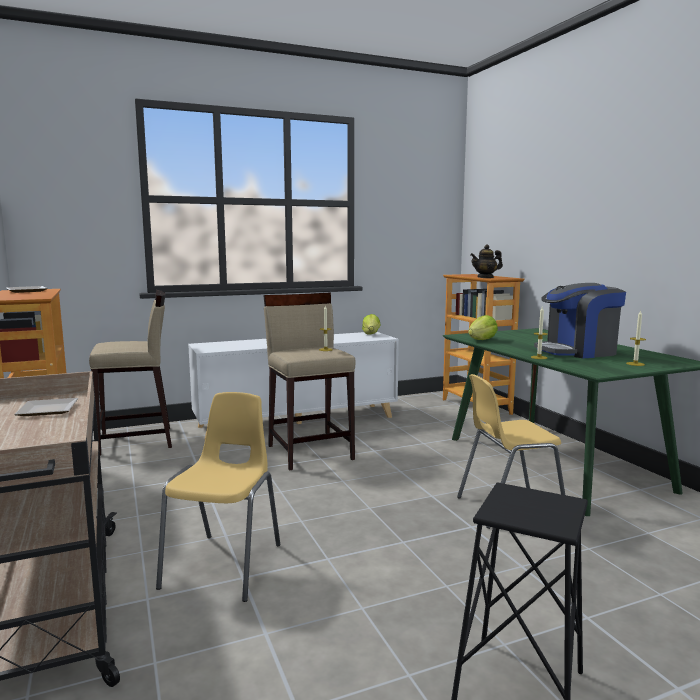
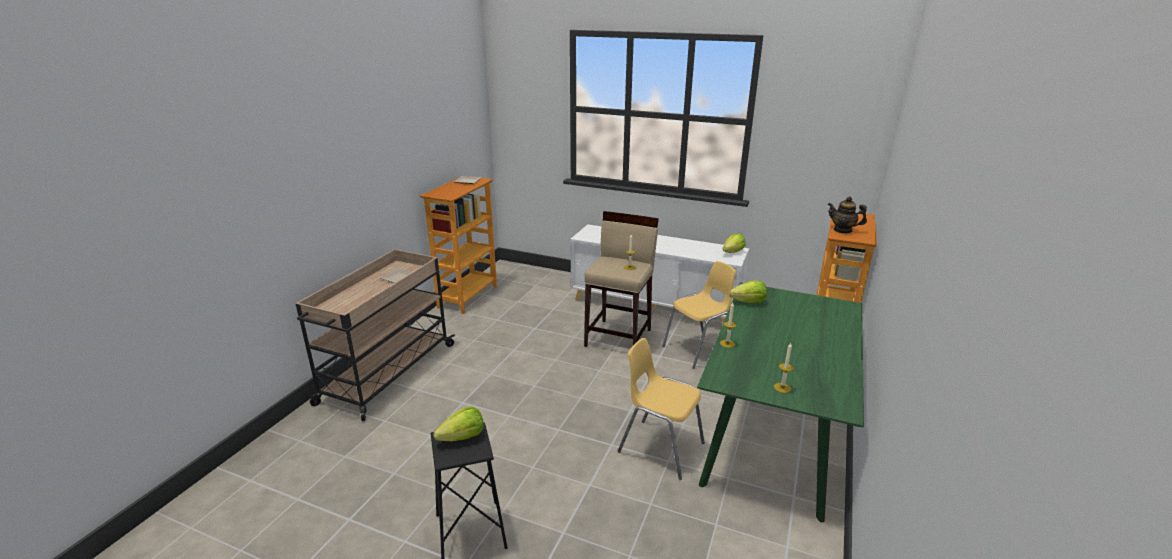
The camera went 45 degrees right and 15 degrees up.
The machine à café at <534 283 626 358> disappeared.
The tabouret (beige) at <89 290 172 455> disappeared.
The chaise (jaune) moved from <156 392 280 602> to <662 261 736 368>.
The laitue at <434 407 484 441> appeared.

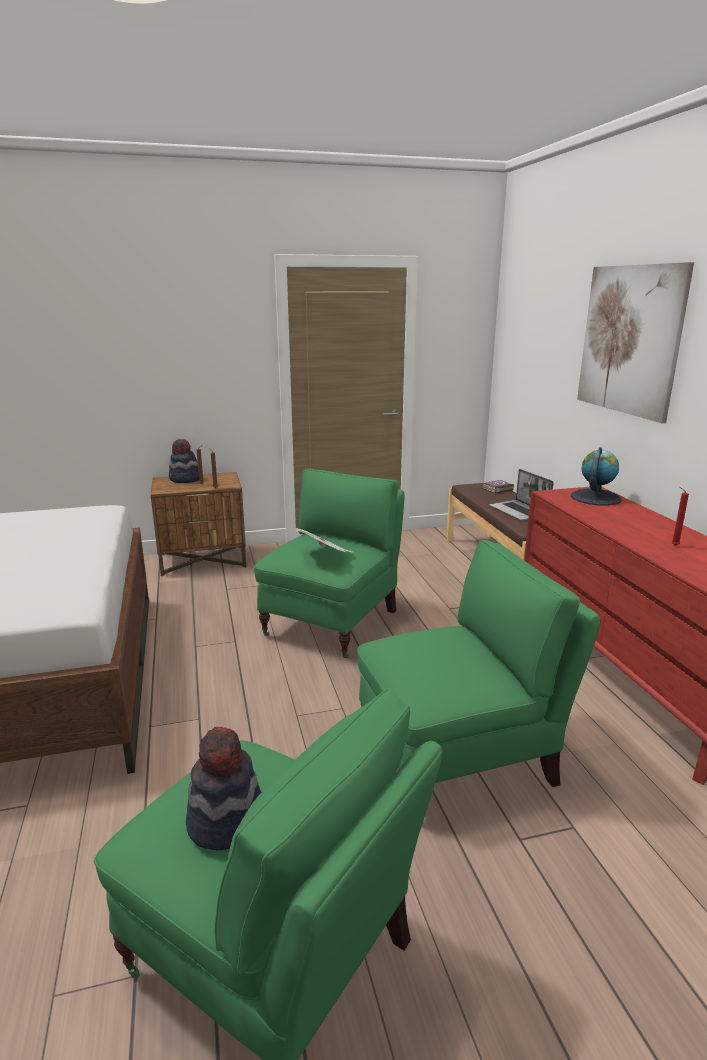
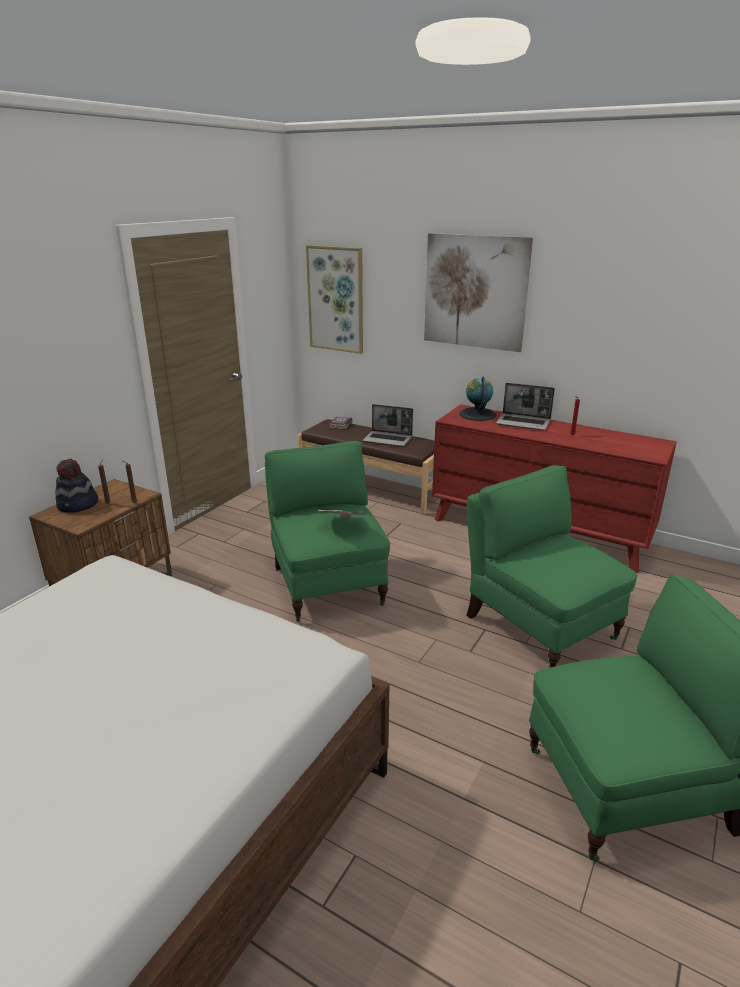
The camera went 45 degrees left and 5 degrees up.
The fauteuil (vert) at <357 540 600 787> turned 60 degrees counterclockwise.
The chapeau at <186 727 261 850> disappeared.
The tableau at <306 245 363 354> appeared.
The ordinateur portable at <496 383 555 430> appeared.

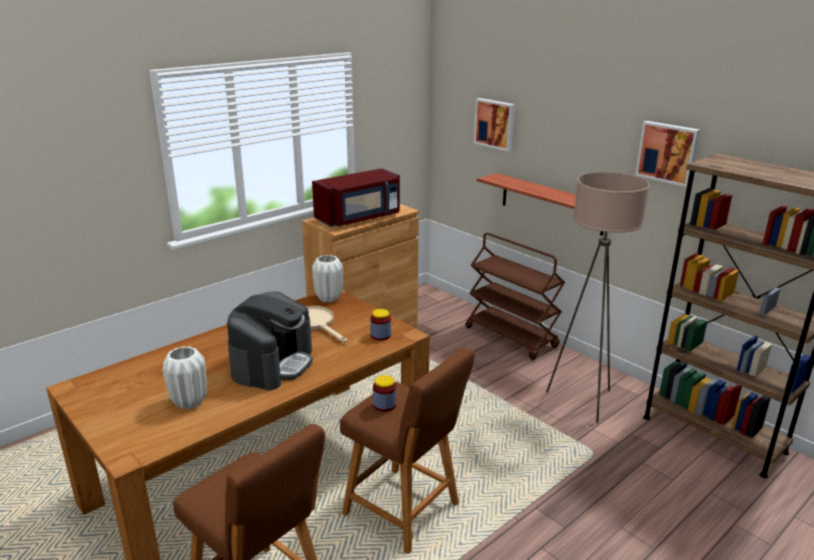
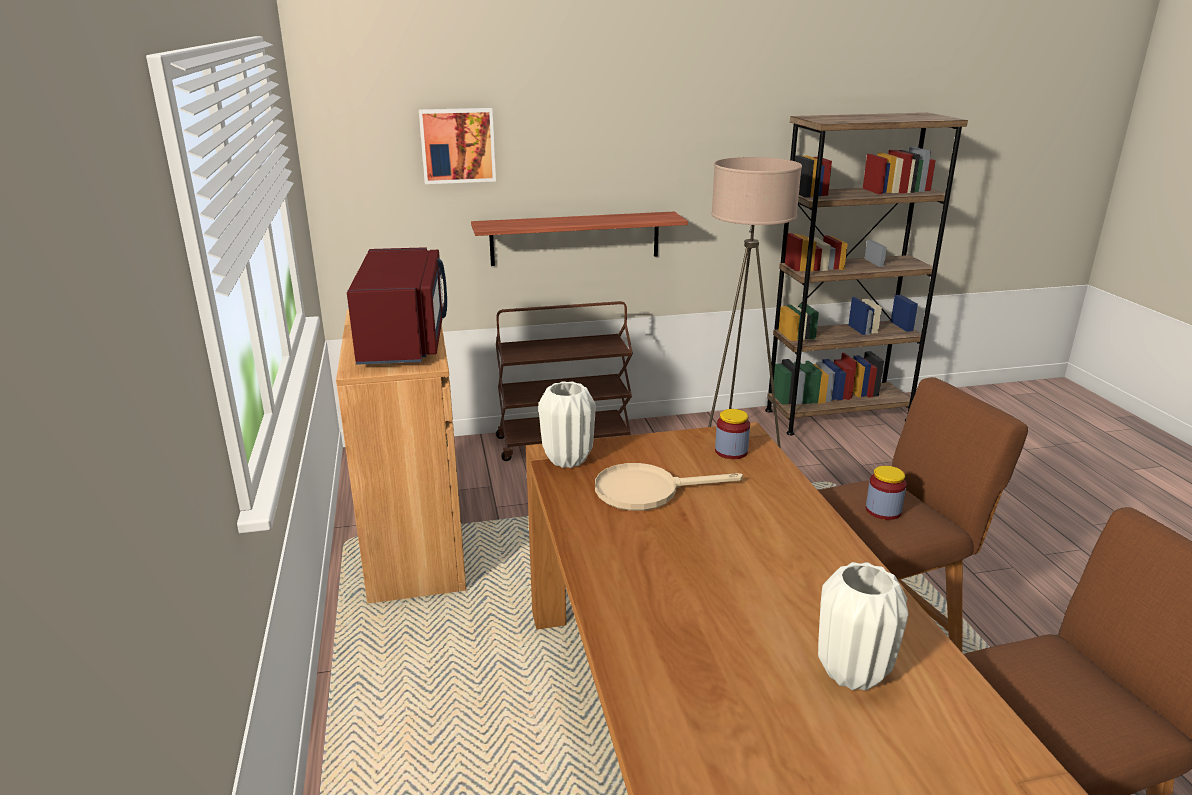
The camera went 60 degrees left and 0 degrees up.
The tableau at <635 121 700 187> disappeared.
The machine à café at <227 292 313 390> disappeared.

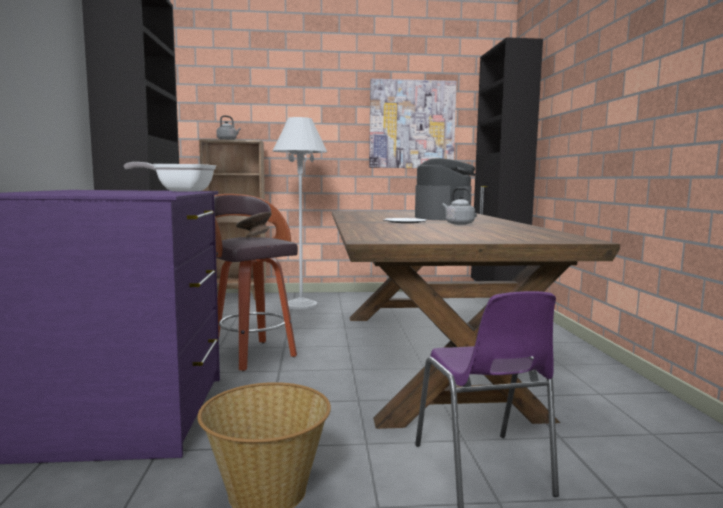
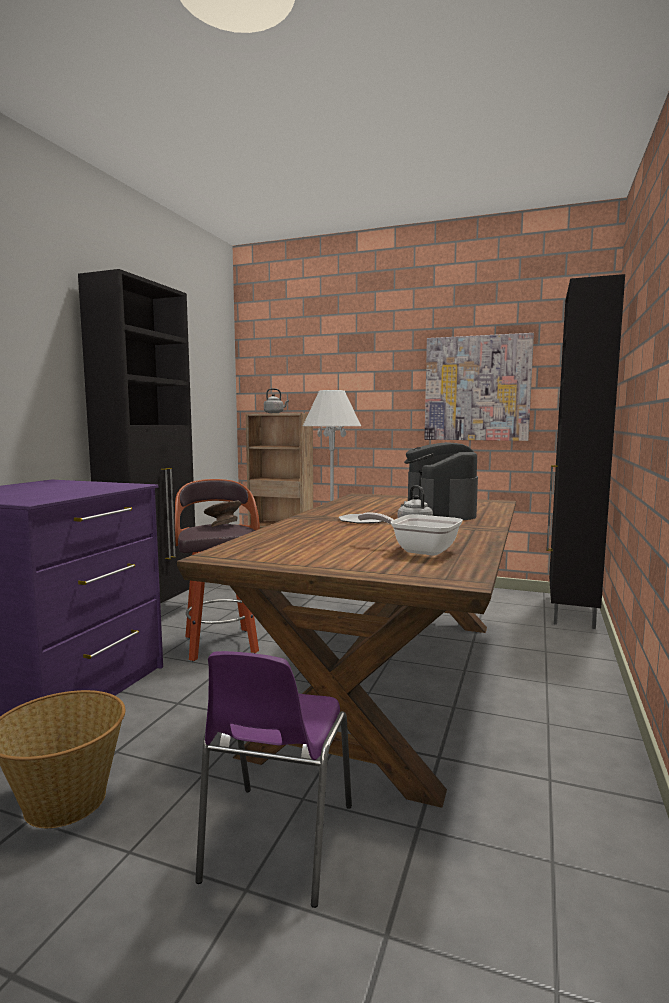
The camera went 25 degrees right and 0 degrees up.
The machine à café at <415 158 477 220> turned 150 degrees clockwise.
The poêle moved from <124 162 216 192> to <358 512 463 556>.

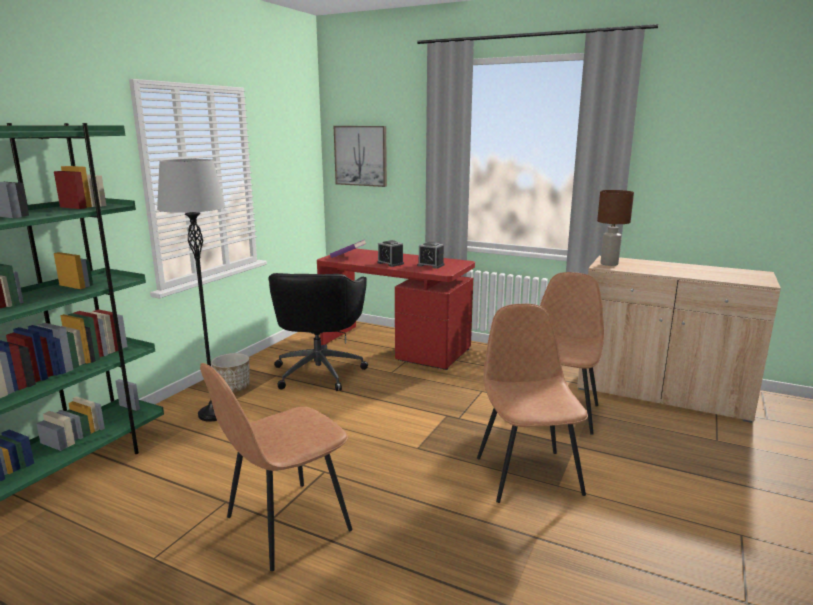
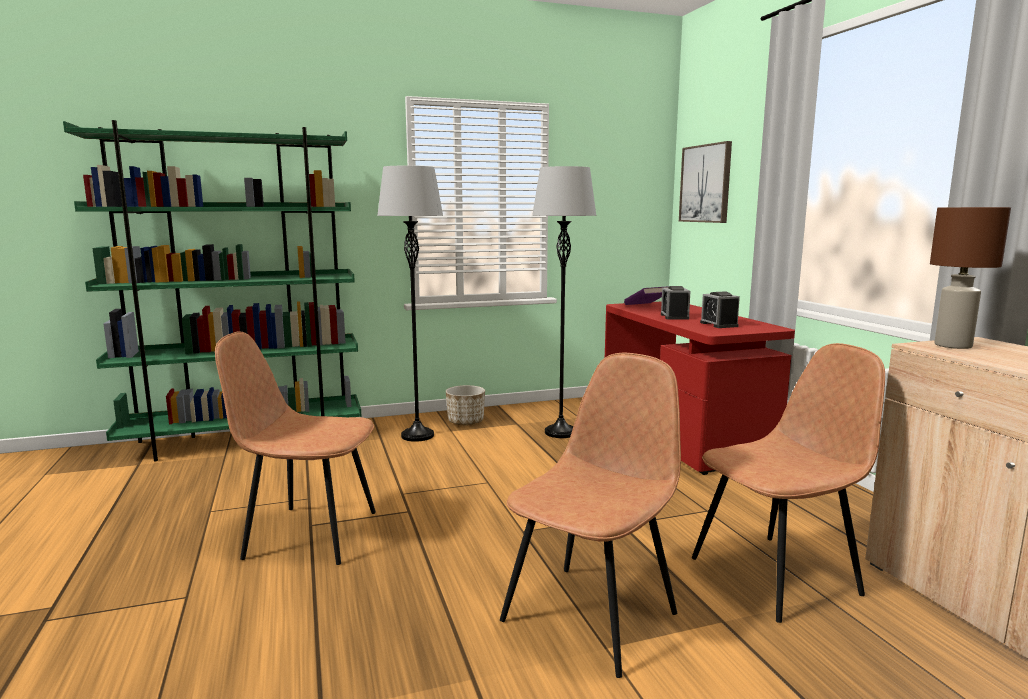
The camera went 45 degrees right and 5 degrees down.
The chaise de bureau (noir) at <268 273 368 391> was replaced by the lampadaire (gris) at <532 166 596 438>.

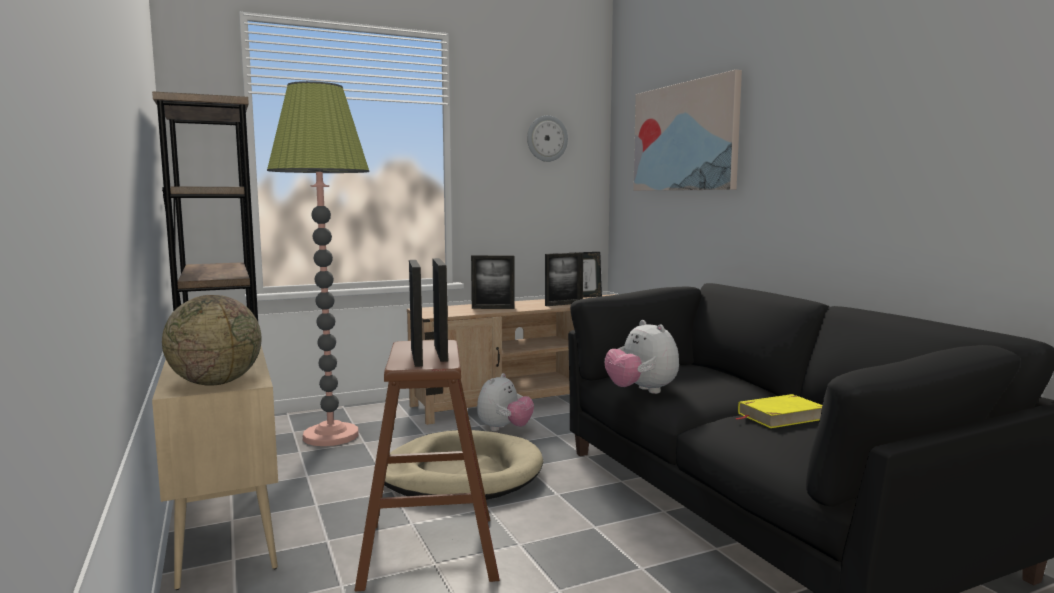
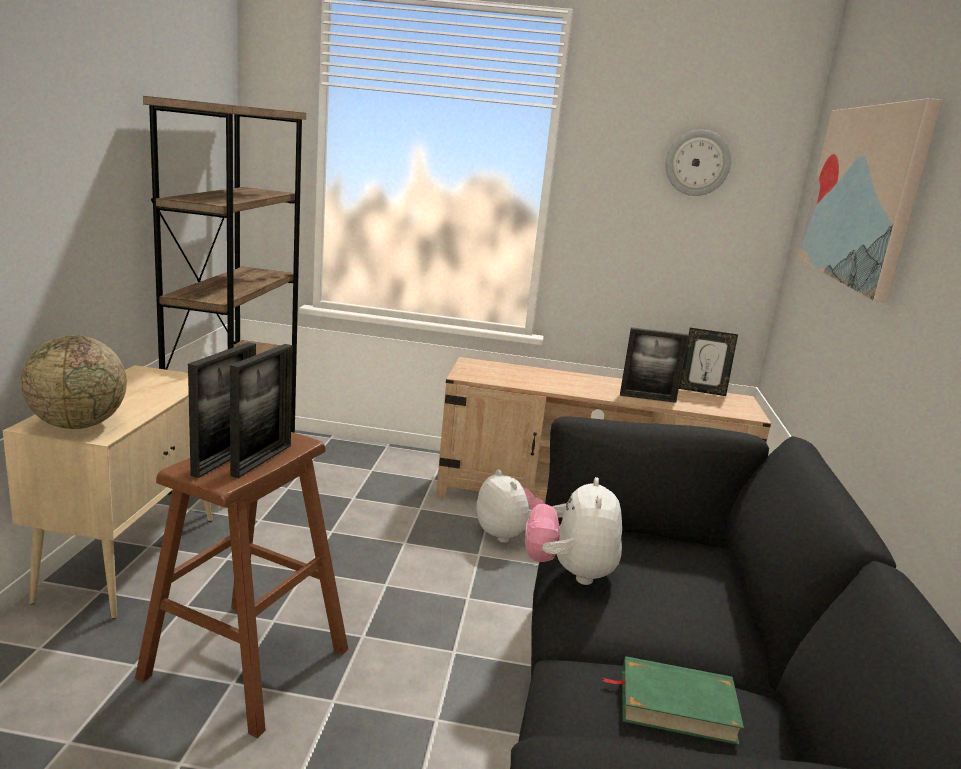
The camera went 30 degrees right and 10 degrees up.
The lampadaire at <267 81 370 446> disappeared.
The cadre photo at <471 255 515 309> disappeared.
The peluche at <477 373 534 431> turned 90 degrees counterclockwise.
The livre (jaune) at <735 394 822 428> became the livre (vert) at <602 656 744 745>.
The panier pour chien (beige) at <384 430 543 500> disappeared.

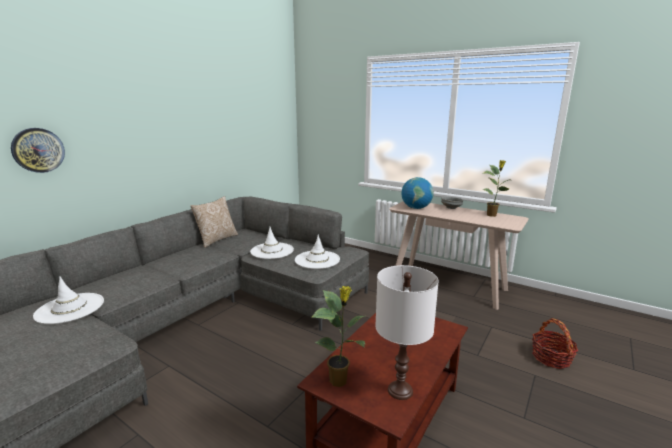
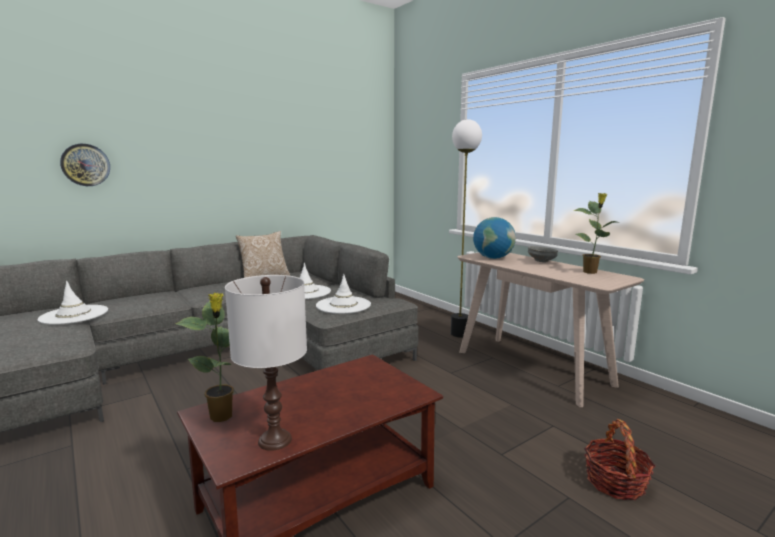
The camera went 20 degrees right and 5 degrees down.
The lampadaire at <451 119 482 337> appeared.

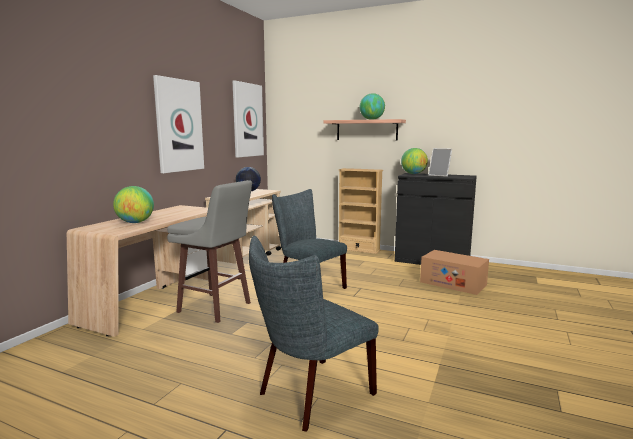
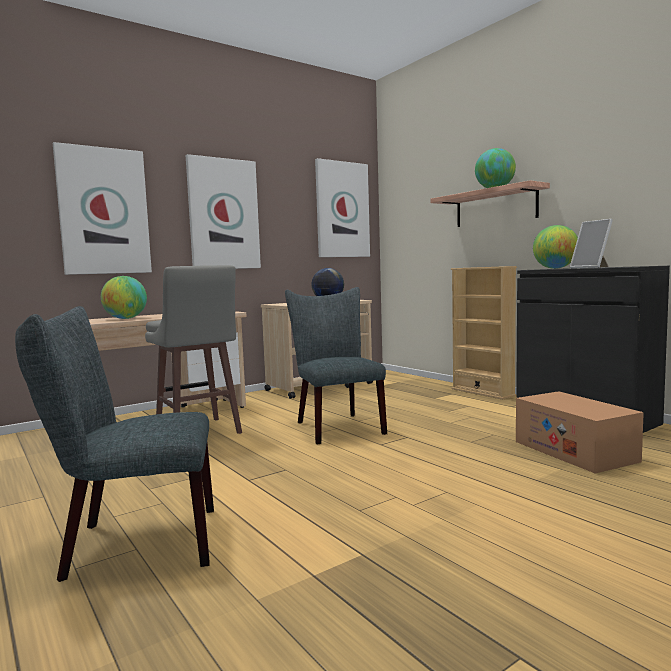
The camera went 30 degrees right and 5 degrees down.
The tableau at <53 142 152 275> appeared.

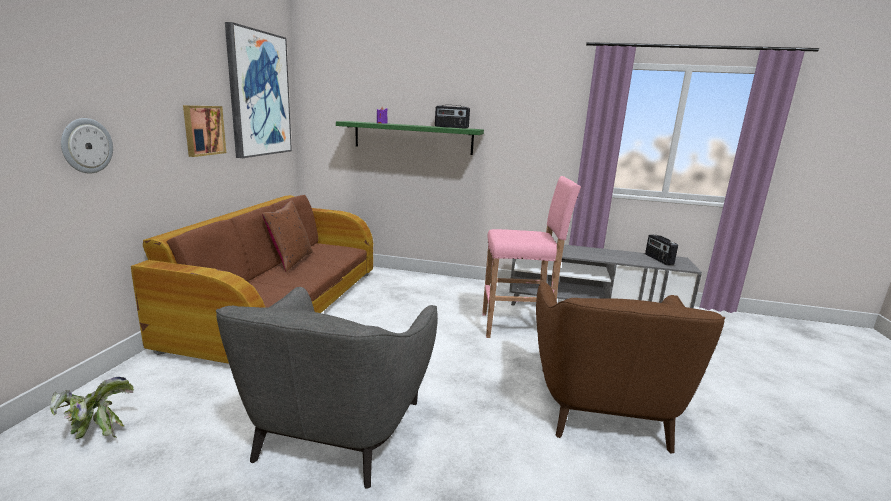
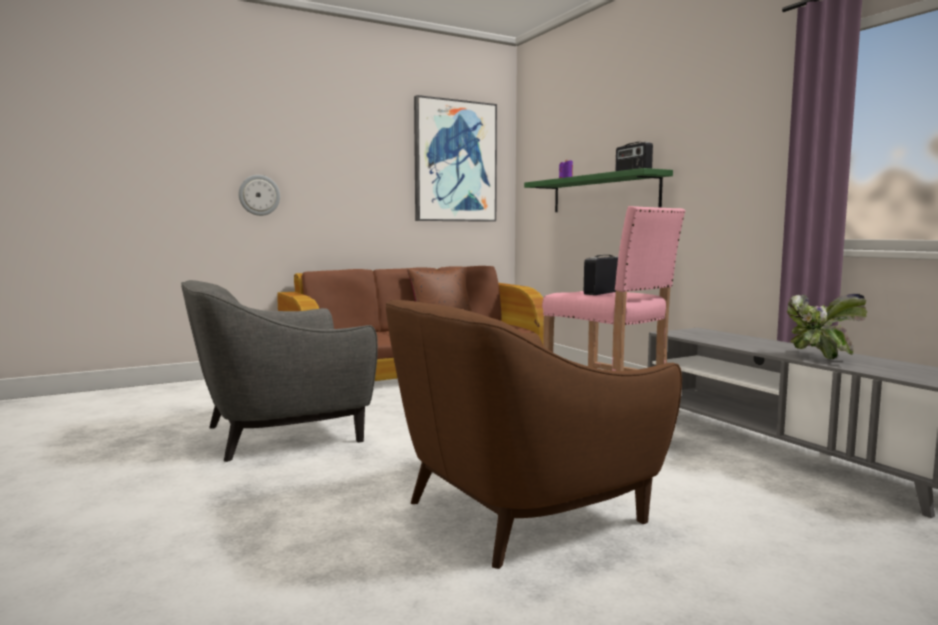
The camera went 50 degrees right and 10 degrees down.
The tableau at <183 105 226 157> disappeared.
The radio moved from <645 234 678 265> to <584 255 618 295>.
The plante en pot moved from <50 377 134 439> to <786 294 867 359>.

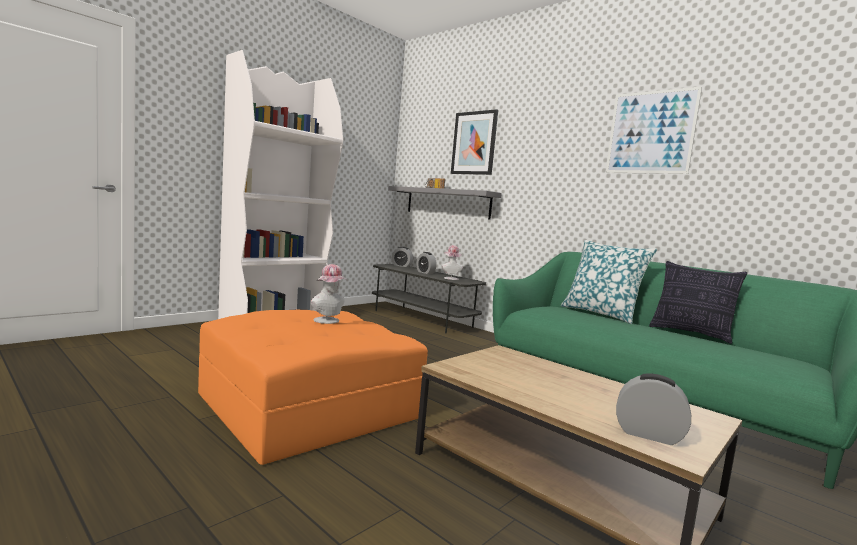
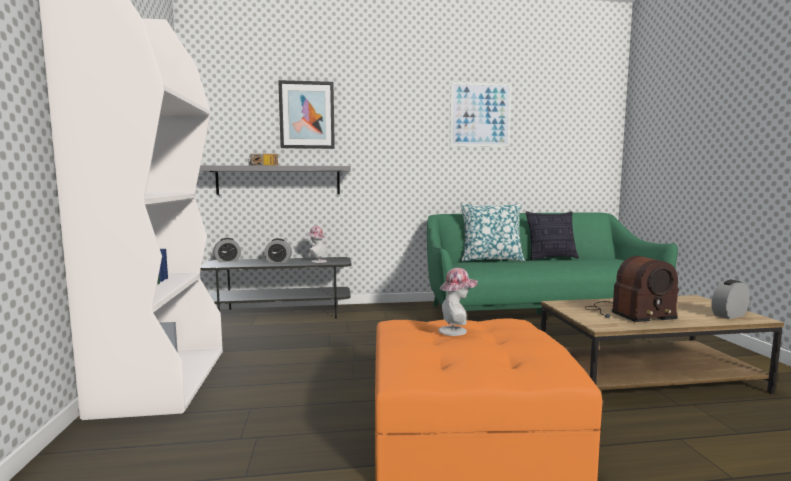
The camera went 50 degrees left and 0 degrees up.
The radio at <585 256 679 322> appeared.

